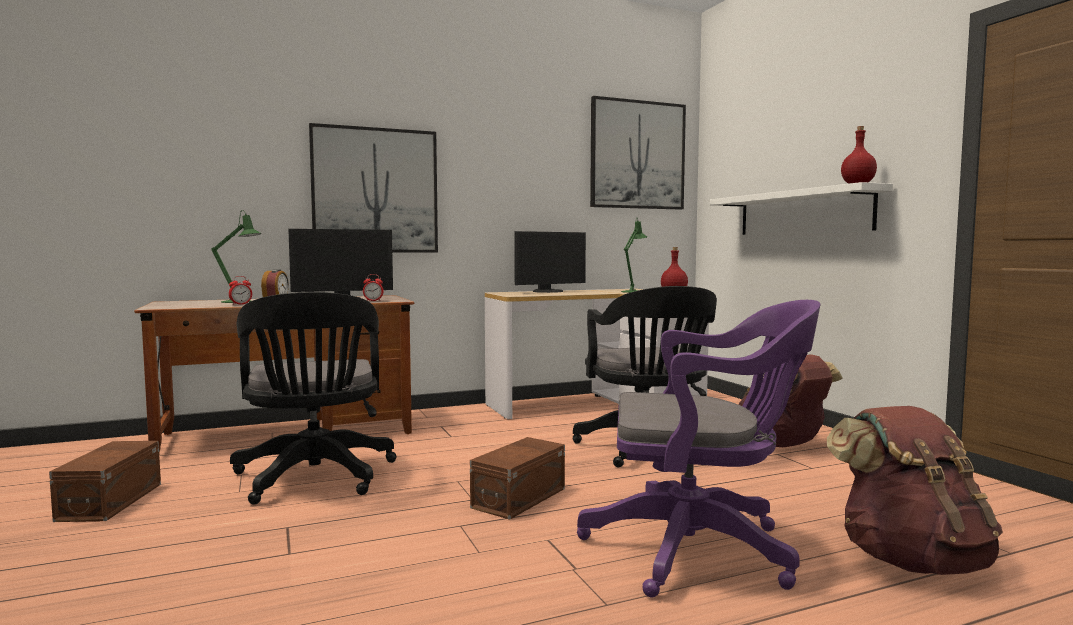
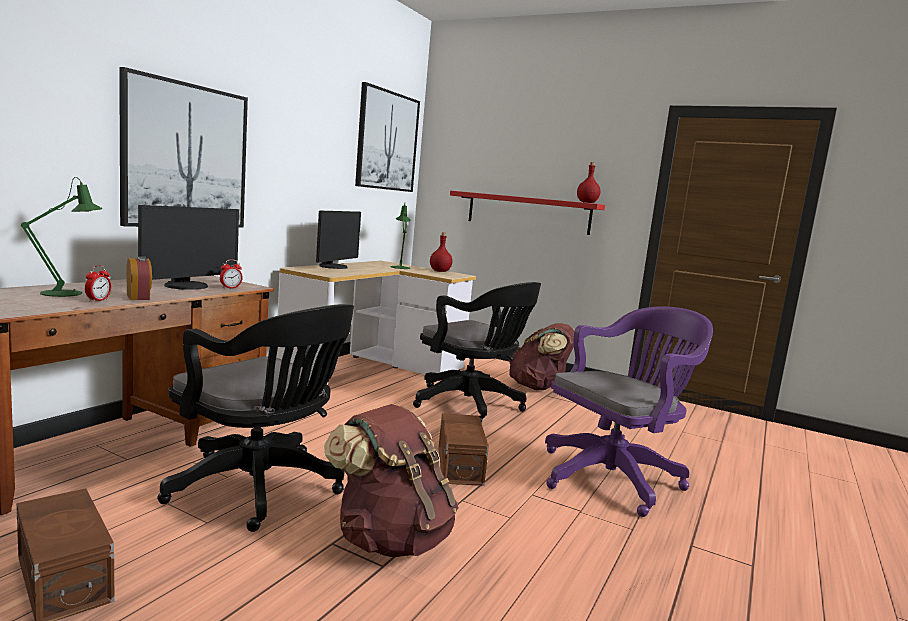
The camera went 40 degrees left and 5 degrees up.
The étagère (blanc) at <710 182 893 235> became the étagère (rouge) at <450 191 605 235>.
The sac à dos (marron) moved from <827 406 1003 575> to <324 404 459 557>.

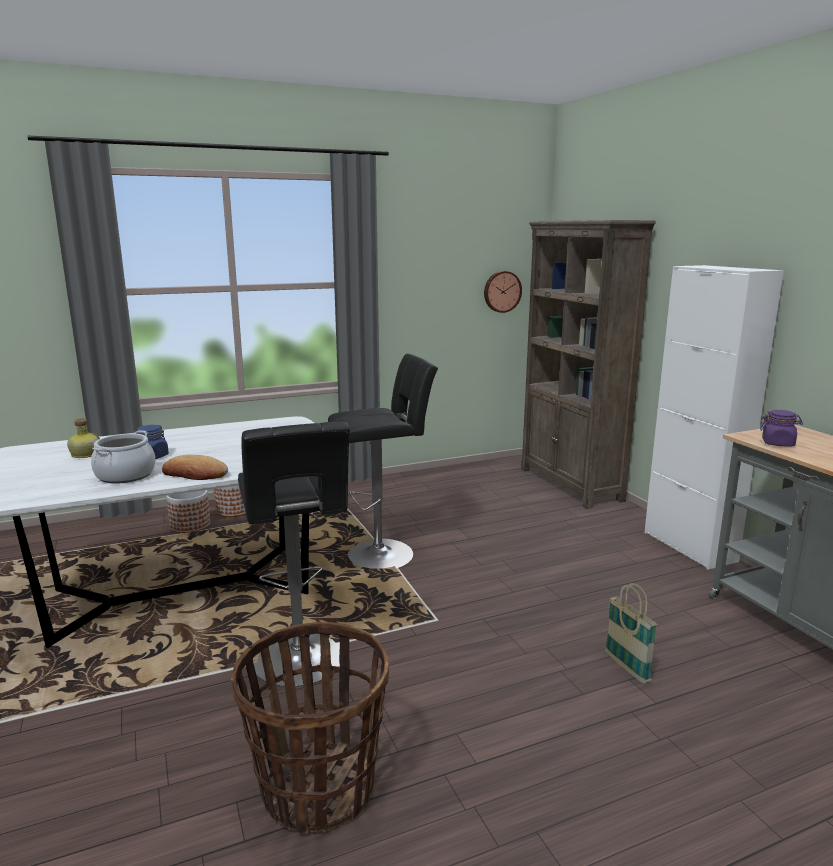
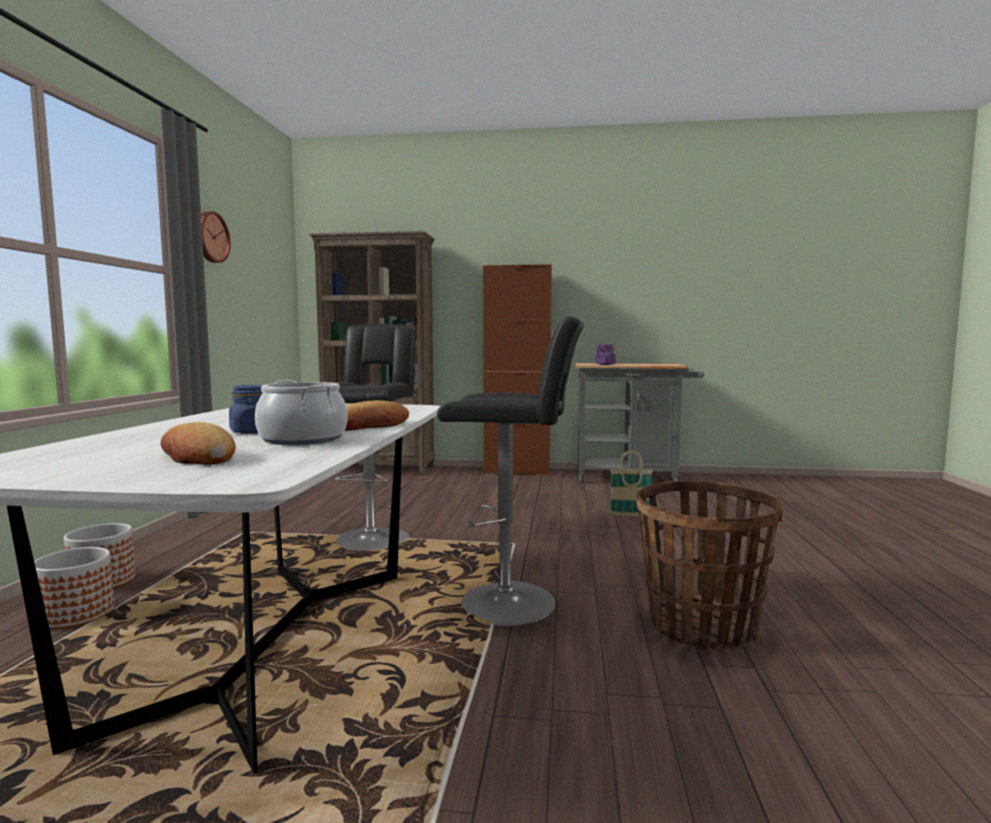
The camera went 60 degrees left and 10 degrees down.
The meuble de rangement (blanc) at <644 265 784 570> became the meuble de rangement (marron) at <483 264 552 476>.
The horloge murale moved from <484 271 522 313> to <201 211 231 263>.
The bouteille at <67 418 100 458> disappeared.
The pain at <161 422 236 465> appeared.

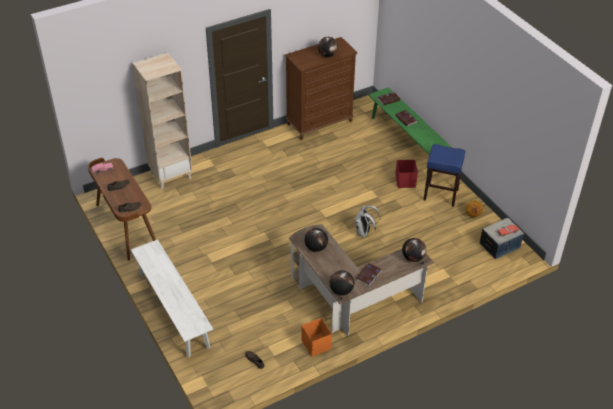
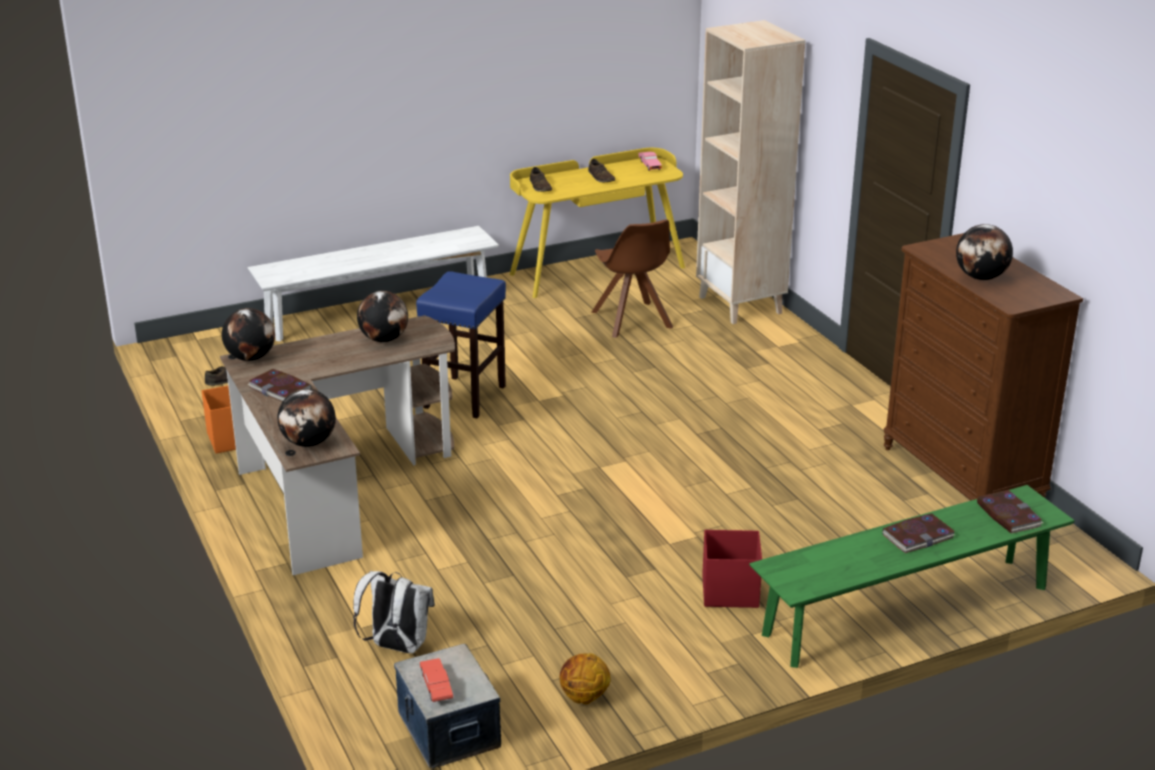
The camera went 95 degrees right and 15 degrees down.
The tabouret (bleu) moved from <423 144 465 207> to <416 271 506 418>.
The bureau (marron) at <88 158 156 261> became the bureau (jaune) at <510 148 685 298>.
The sac à dos (blanc) moved from <355 205 380 237> to <353 571 435 653>.
The chaise (marron) at <592 219 673 338> appeared.

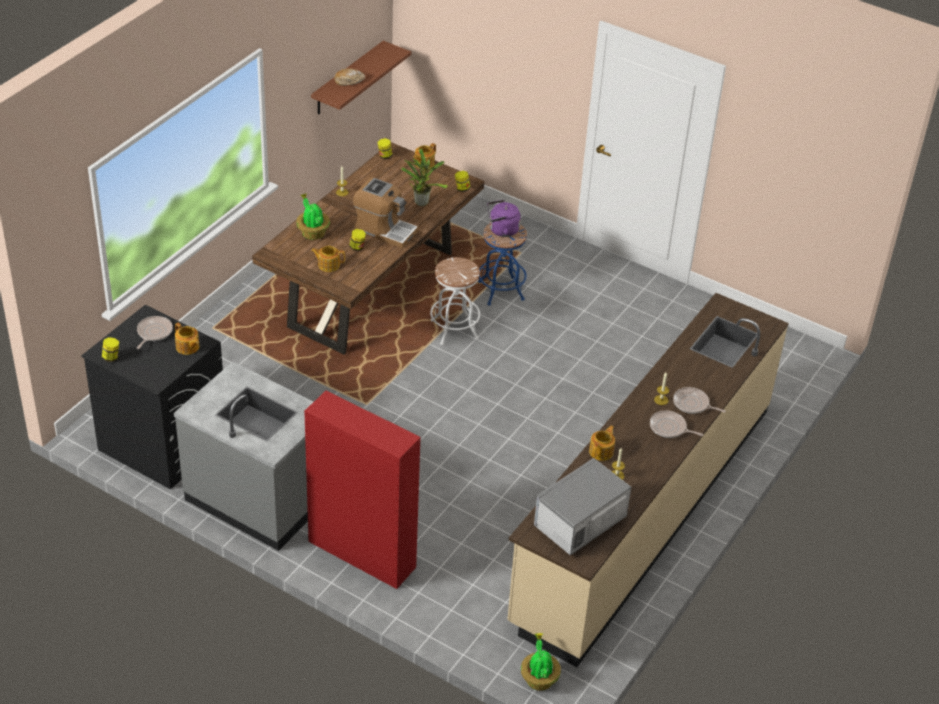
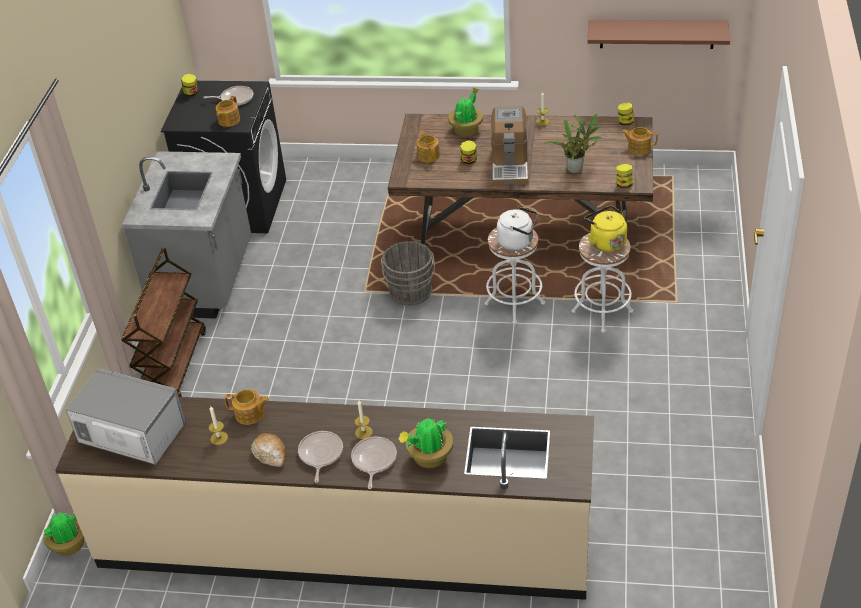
The camera went 70 degrees right and 0 degrees up.
The pain moved from <334 68 365 86> to <251 433 286 467>.
The bouilloire (violet) at <487 200 521 237> became the bouilloire (jaune) at <584 206 627 252>.
The tabouret (bleu) at <478 224 527 306> became the tabouret (blanc) at <571 233 633 333>.
The meuble de rangement (rouge) at <304 391 421 589> was replaced by the chariot (marron) at <121 248 206 397>.
The bouilloire (blanc) at <497 207 538 250> appeared.
The seau (gris) at <381 241 435 306> appeared.
The plante en pot at <399 417 453 468> appeared.

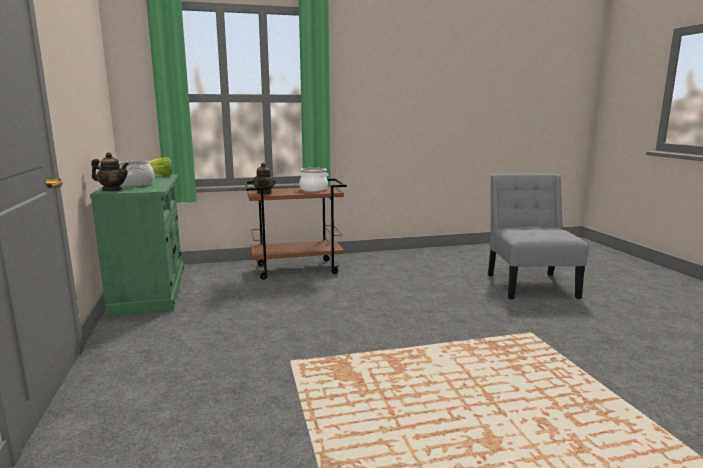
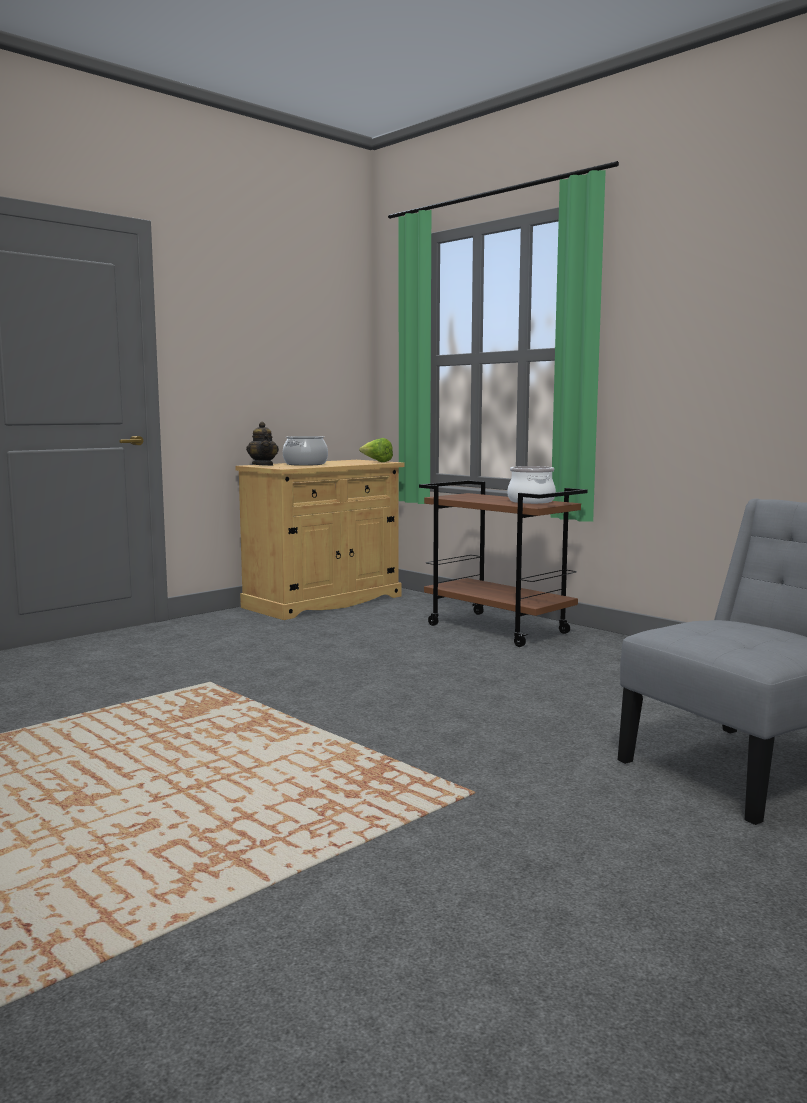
The camera went 60 degrees right and 5 degrees down.
The théière at <252 163 276 194> disappeared.
The meuble de rangement (vert) at <90 174 184 317> became the meuble de rangement (beige) at <235 460 405 620>.

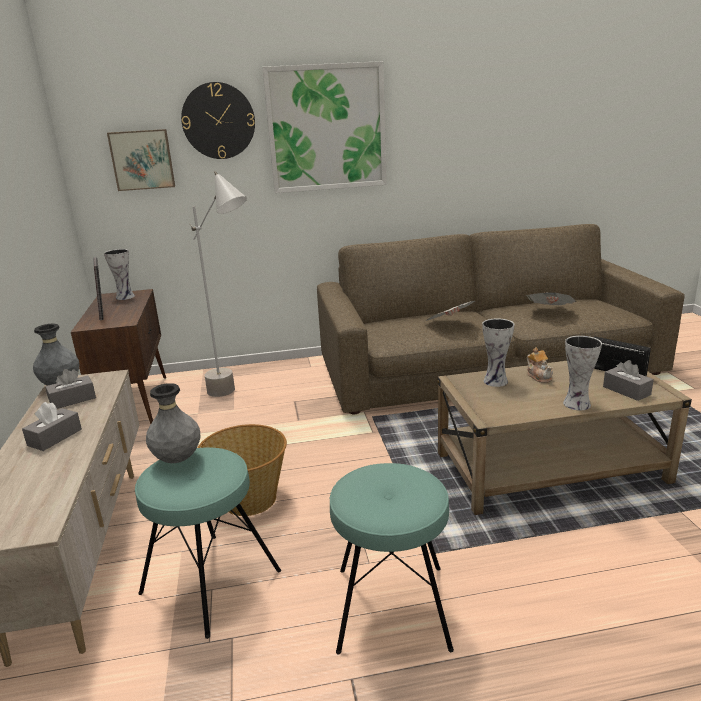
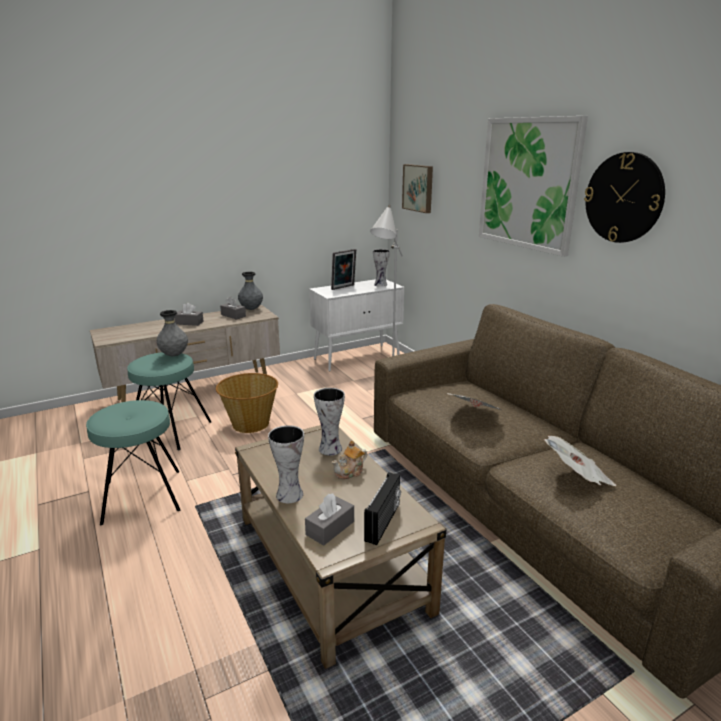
The camera went 70 degrees right and 0 degrees up.
The horloge murale moved from <181 82 255 159> to <584 152 665 243>.
The meuble de rangement (marron) at <71 289 166 424> became the meuble de rangement (blanc) at <309 279 404 372>.

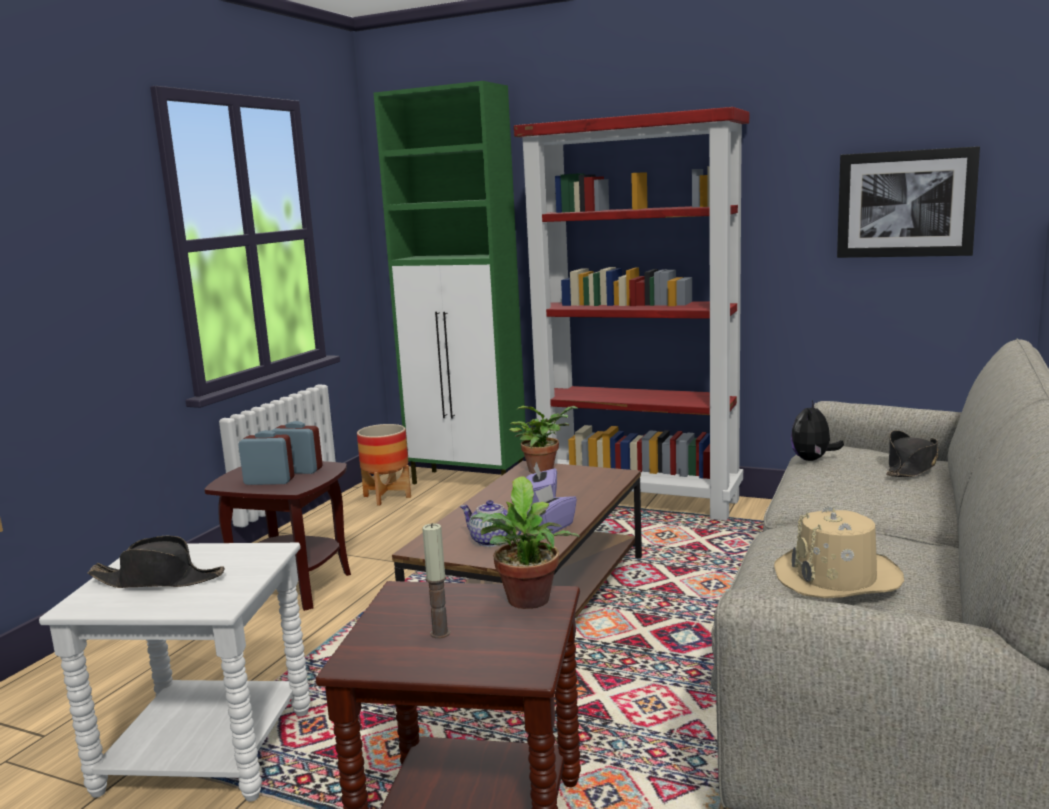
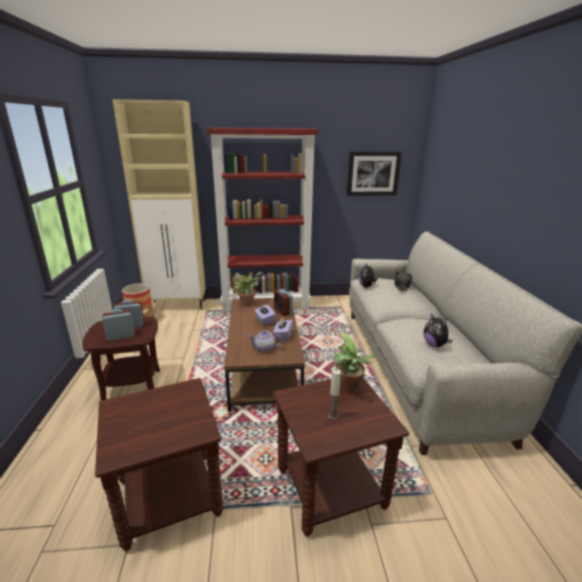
The camera went 30 degrees left and 10 degrees up.
The meuble de rangement (vert) at <374 81 526 484> became the meuble de rangement (beige) at <112 99 206 310>.
The chapeau (beige) at <774 506 904 598> was replaced by the peluche at <423 314 453 347>.
The chapeau (noir) at <88 535 225 588> disappeared.
The table d'appoint (blanc) at <39 543 311 802> became the table d'appoint (marron) at <95 378 223 551>.
The réveil at <274 289 293 316> appeared.

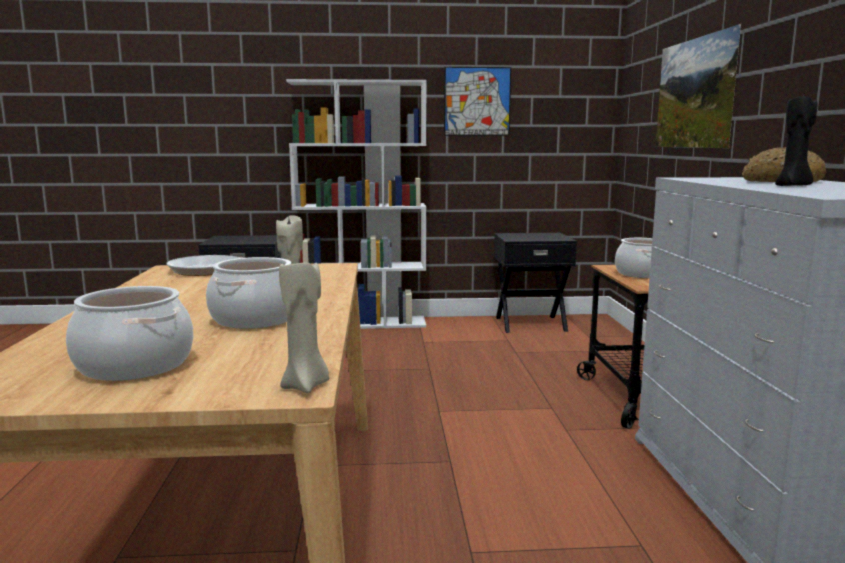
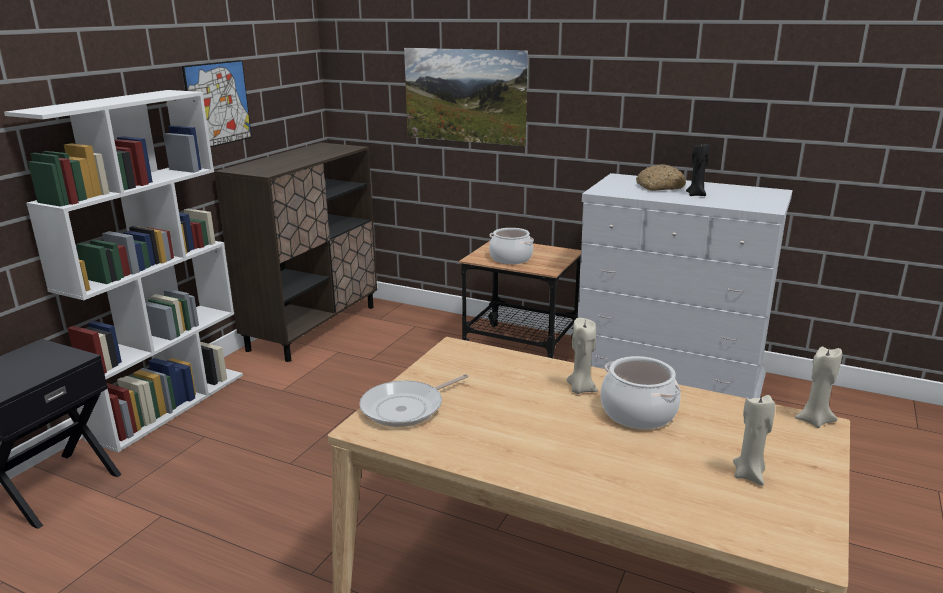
The camera went 60 degrees left and 10 degrees up.
The table de chevet (noir) at <494 233 577 333> was replaced by the meuble de rangement (marron) at <214 142 377 362>.
The marmite at <66 286 193 381> was replaced by the bougie (beige) at <733 394 775 486>.

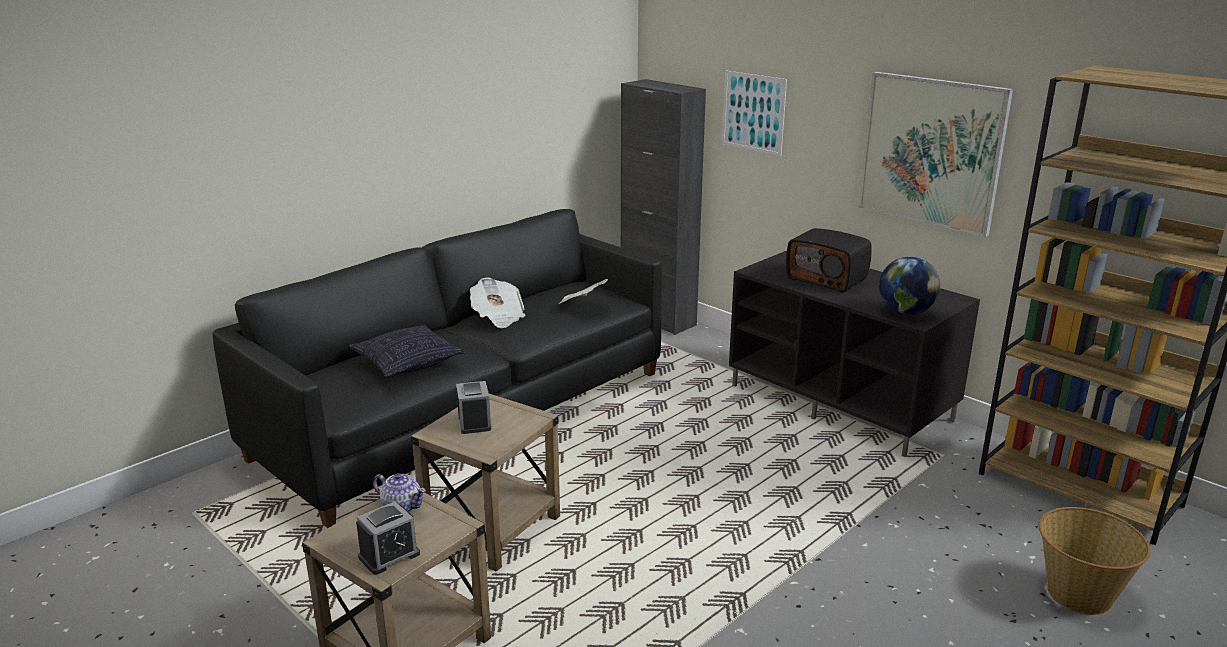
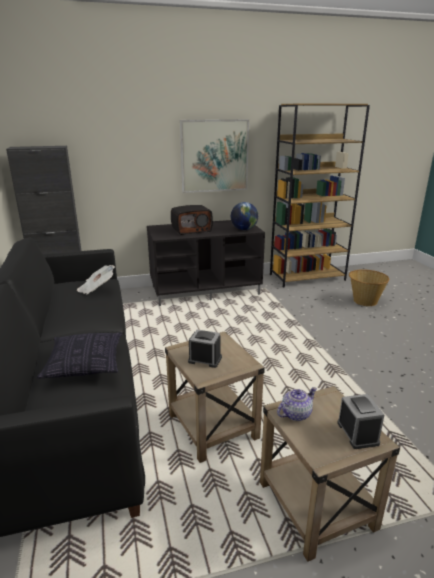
The camera went 60 degrees left and 0 degrees up.
The tableau at <722 71 787 156> disappeared.
The journal at <470 278 525 328> disappeared.

